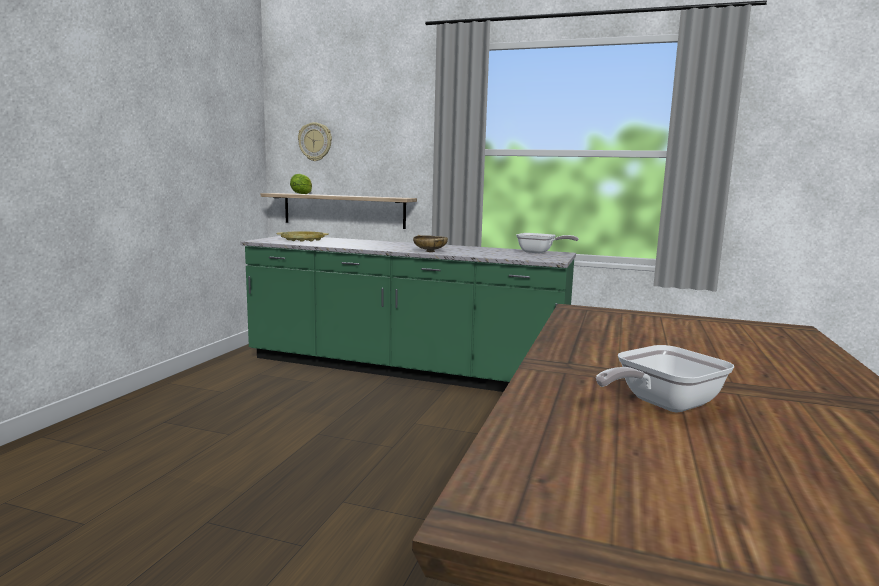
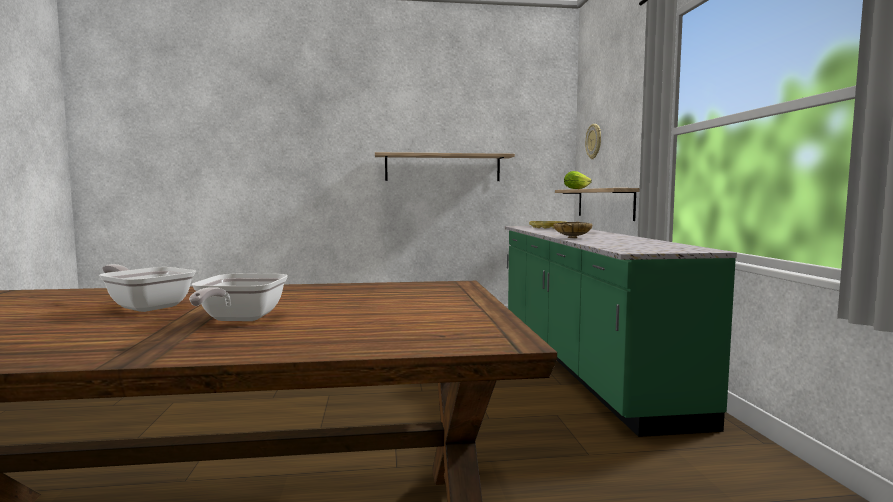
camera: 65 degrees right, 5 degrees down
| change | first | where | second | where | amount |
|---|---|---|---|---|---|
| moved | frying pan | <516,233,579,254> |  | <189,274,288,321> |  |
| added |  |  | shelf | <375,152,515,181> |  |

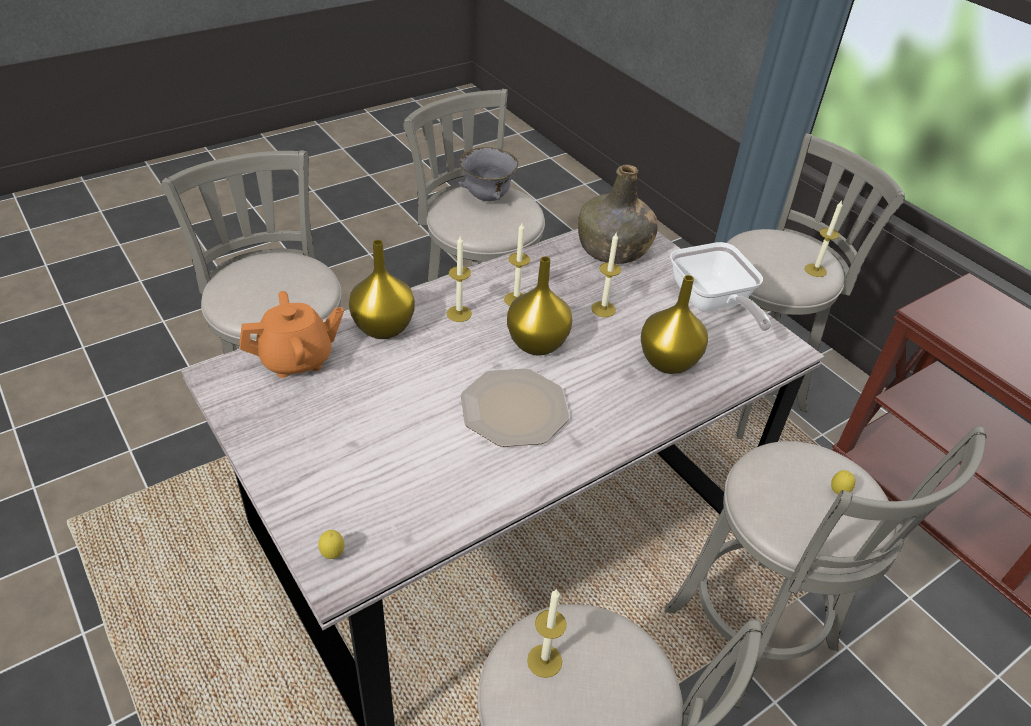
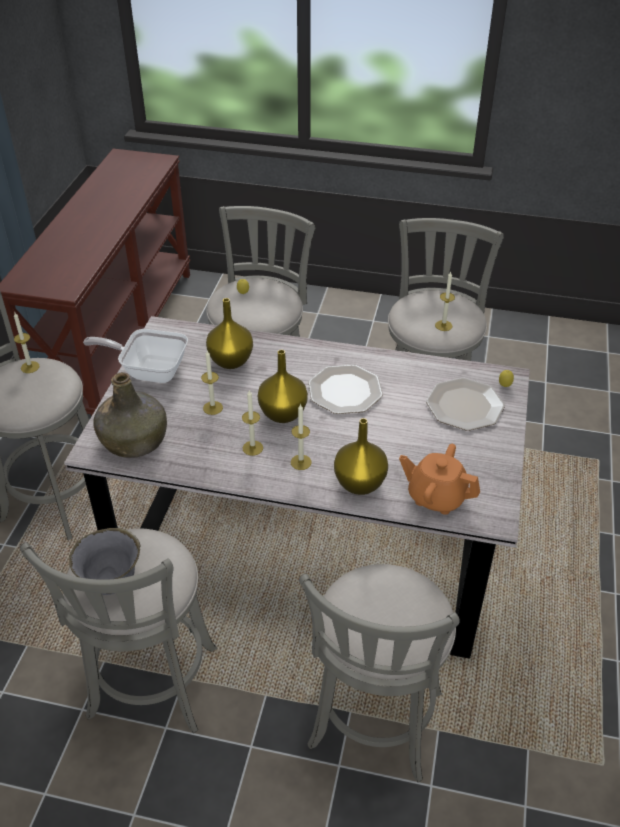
camera: 130 degrees left, 0 degrees up
| change | first | where | second | where | amount |
|---|---|---|---|---|---|
| turned | frying pan | <670,242,771,331> |  | <83,329,188,383> | 105 degrees counterclockwise |
| added |  |  | plate | <426,378,505,431> |  |

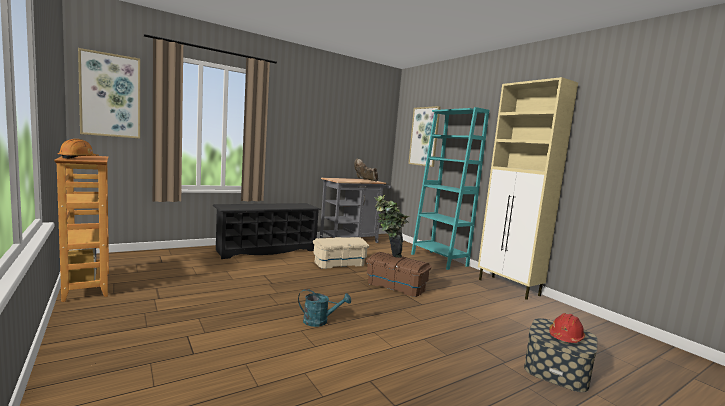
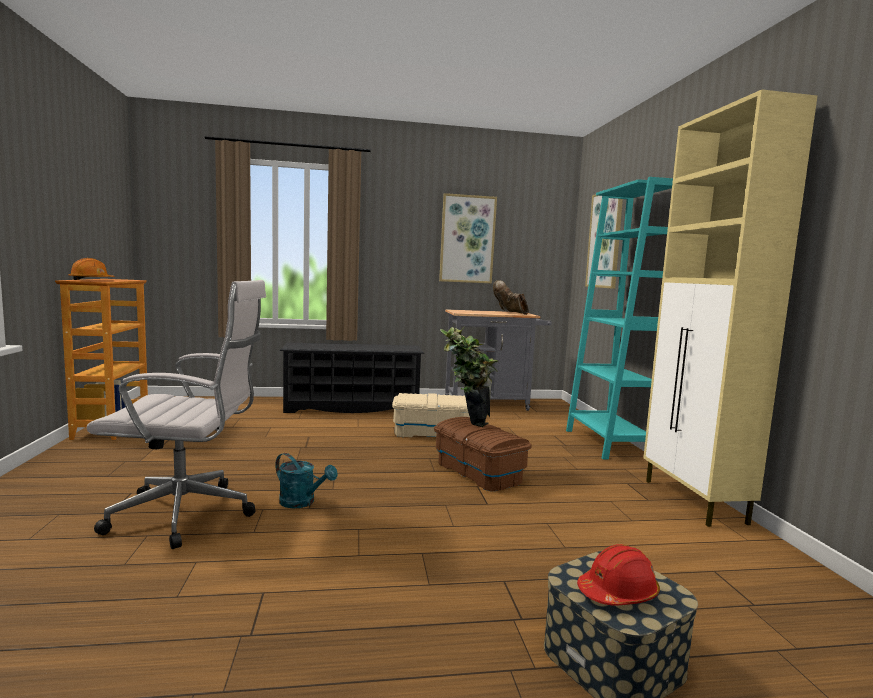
camera: 25 degrees right, 0 degrees up
| change | first | where | second | where | amount |
|---|---|---|---|---|---|
| moved | picture | <78,48,140,139> |  | <439,193,497,283> |  |
| added |  |  | office chair in white | <86,280,266,549> |  |

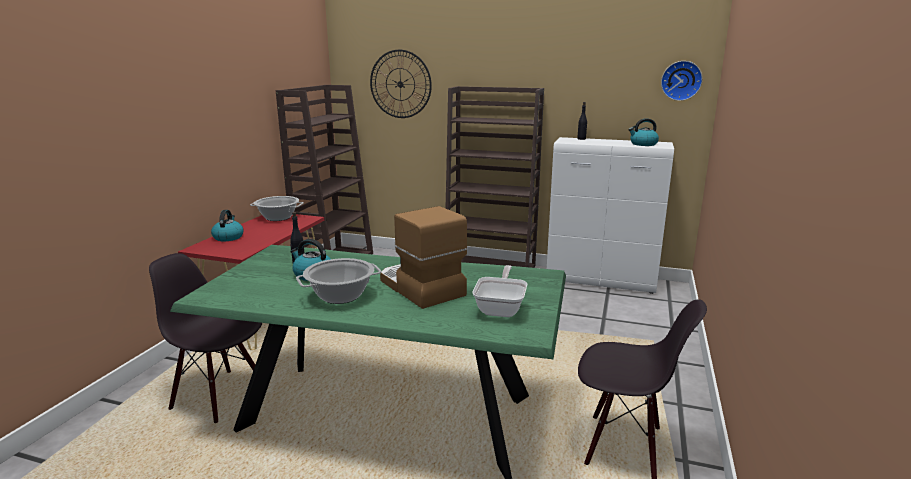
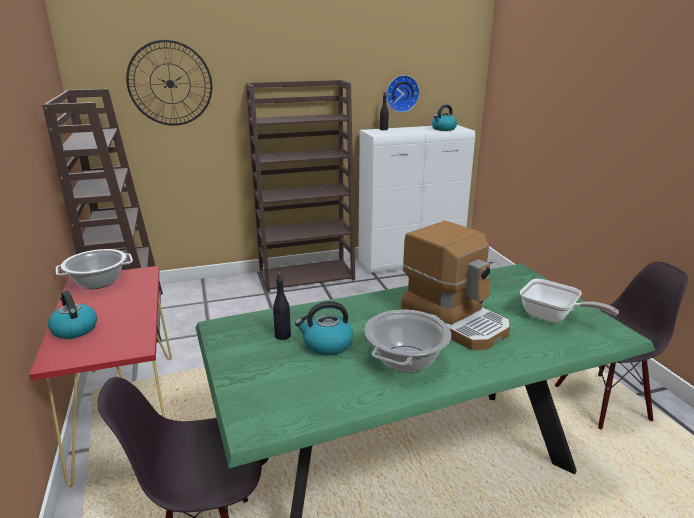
camera: 35 degrees left, 5 degrees up
| change | first | where | second | where | amount |
|---|---|---|---|---|---|
| moved | wall clock | <661,61,703,101> |  | <386,75,420,112> |  |
| turned | coffee machine | <380,206,467,309> |  | <401,221,510,350> | 150 degrees counterclockwise |
| turned | frying pan | <473,265,528,317> |  | <520,279,619,323> | 150 degrees clockwise |

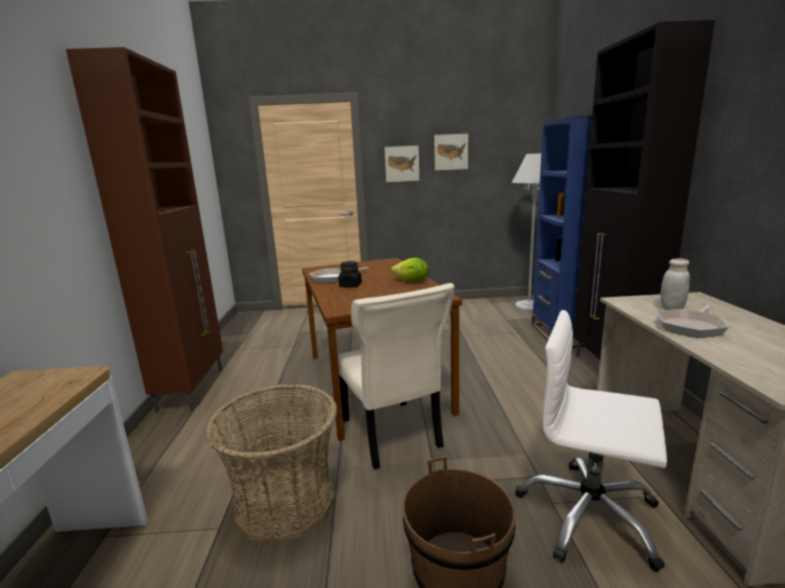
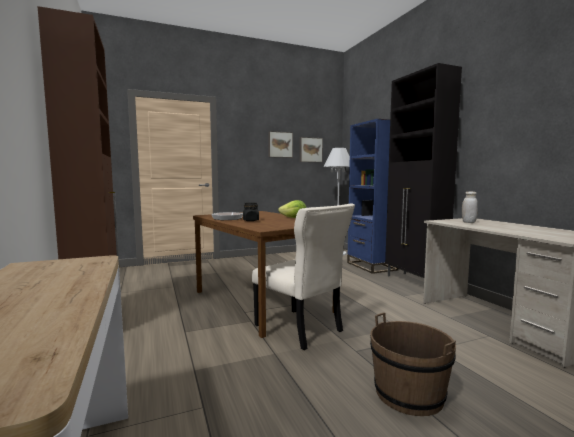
camera: 20 degrees left, 10 degrees down
| change | first | where | second | where | amount |
|---|---|---|---|---|---|
| moved | picture | <384,145,420,183> |  | <300,137,323,162> |  |
| removed | frying pan | <656,304,729,338> |  |  |  |
| removed | office chair in white | <515,310,667,572> |  |  |  |
| removed | basket | <205,384,337,544> |  |  |  |

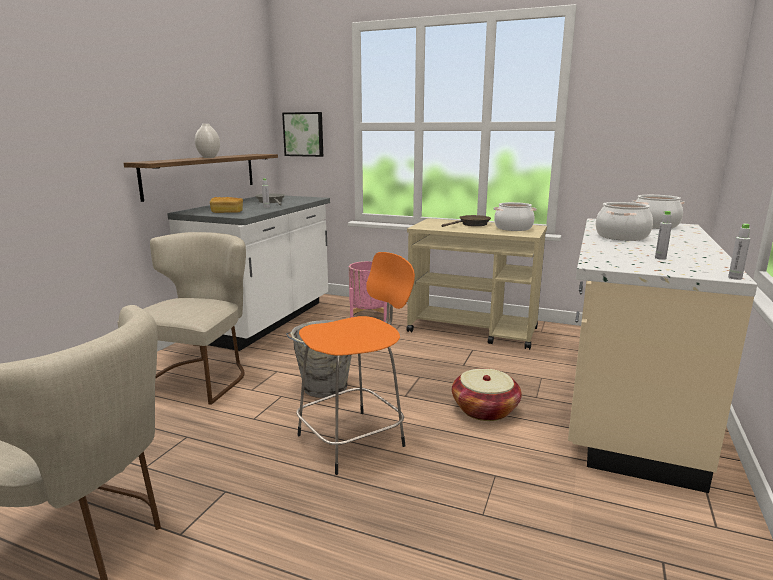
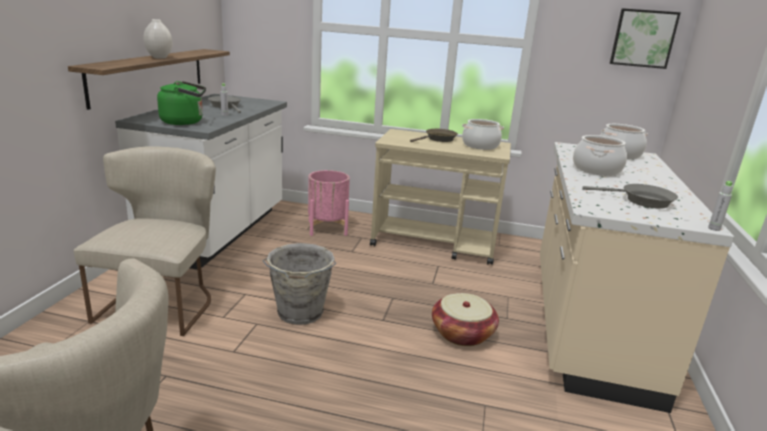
camera: 10 degrees left, 5 degrees up
| change | first | where | second | where | amount |
|---|---|---|---|---|---|
| moved | picture | <282,112,323,157> |  | <610,8,681,69> |  |
| replaced | bread | <210,197,243,213> | kettle in green | <157,81,206,125> |  |
| replaced | bottle in grey | <655,211,672,260> | frying pan in grey | <582,184,678,209> |  |
| removed | stool in orange | <296,252,415,475> |  |  |  |

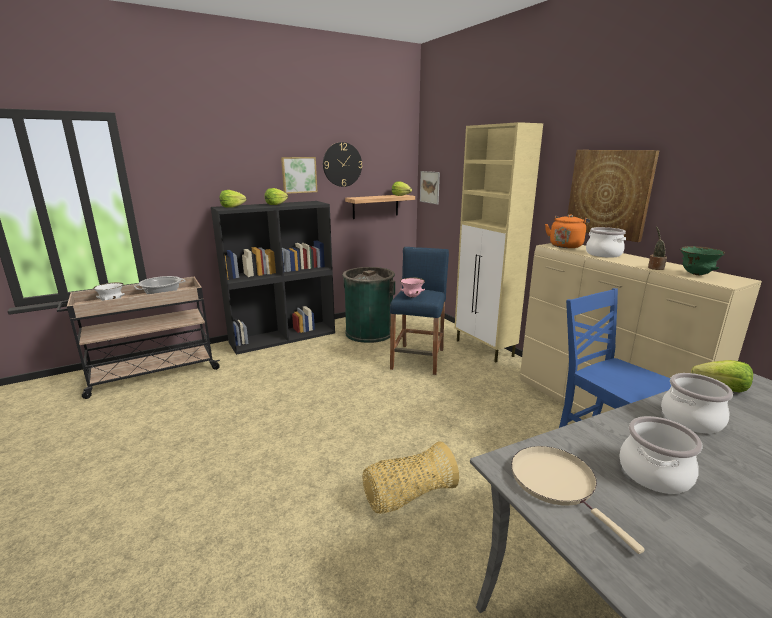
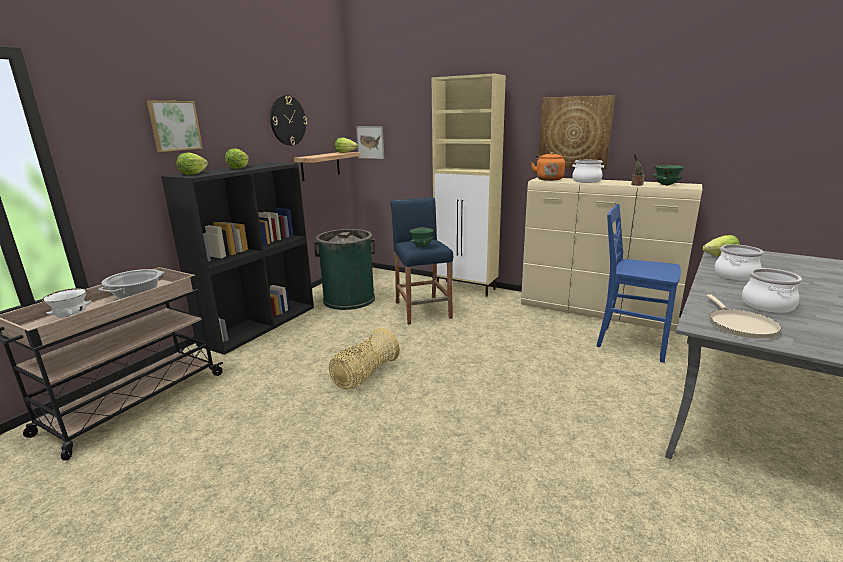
camera: 30 degrees left, 0 degrees up
| change | first | where | second | where | amount |
|---|---|---|---|---|---|
| moved | picture | <281,157,317,194> |  | <147,101,203,152> |  |
| recoloured | bowl in pink | <400,277,425,298> | bowl in green | <409,228,434,247> |  |
| moved | basket | <363,441,459,514> |  | <329,328,400,389> |  |
| turned | frying pan in beige | <511,446,645,554> |  | <706,294,782,339> | 120 degrees counterclockwise |

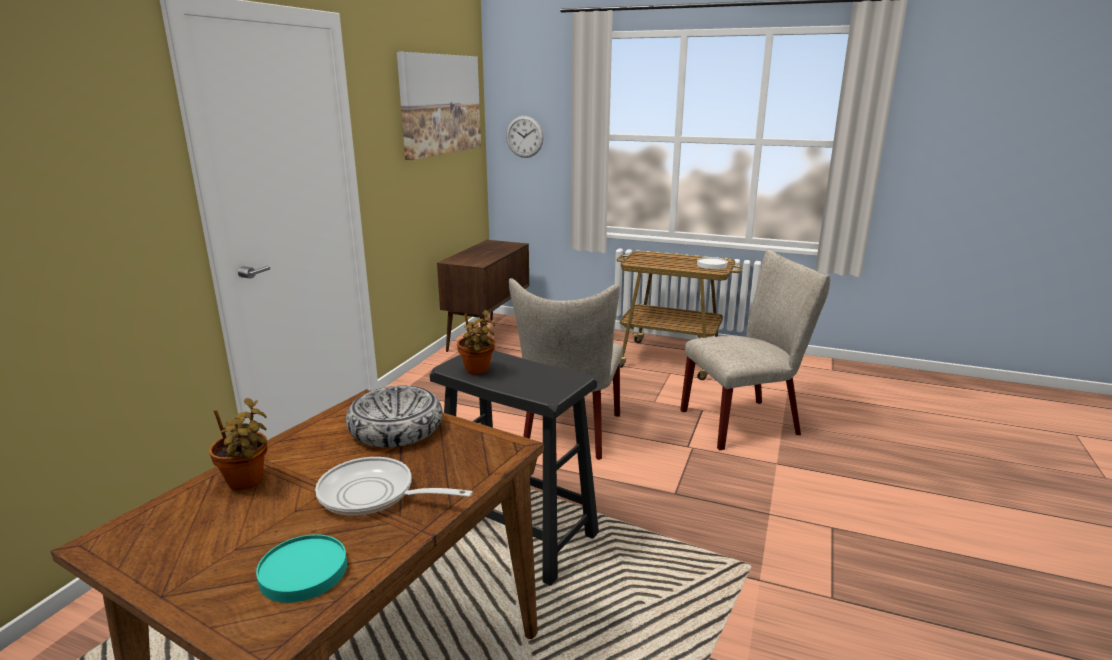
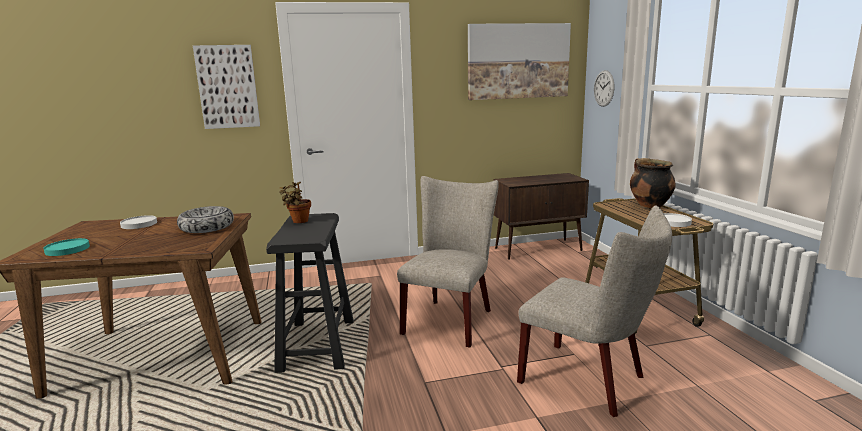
camera: 55 degrees right, 5 degrees down
| change | first | where | second | where | amount |
|---|---|---|---|---|---|
| turned | chair in beige | <509,278,623,460> |  | <397,176,499,348> | 135 degrees clockwise |
| replaced | potted plant | <209,398,267,490> | plate in white | <120,215,157,229> |  |
| removed | frying pan | <315,457,473,515> |  |  |  |
| added |  |  | picture | <193,45,260,129> |  |
| added |  |  | cooking pot | <630,158,675,208> |  |

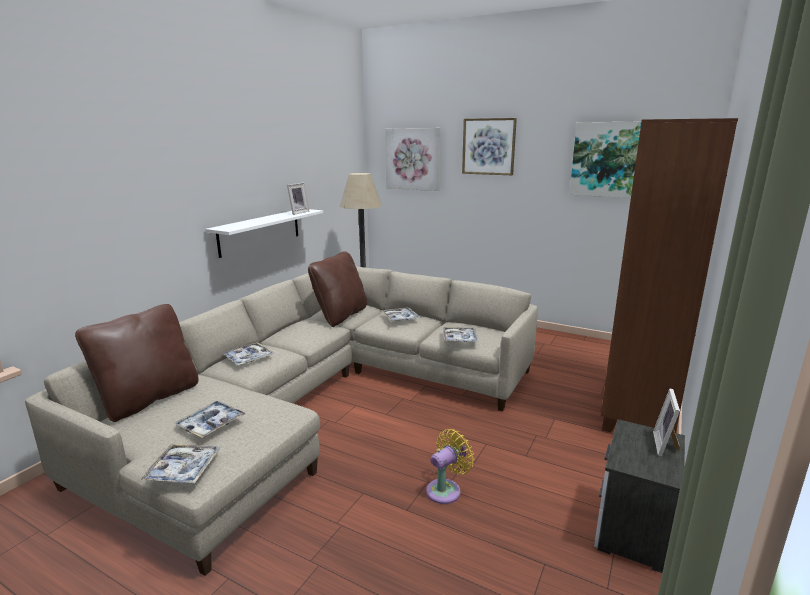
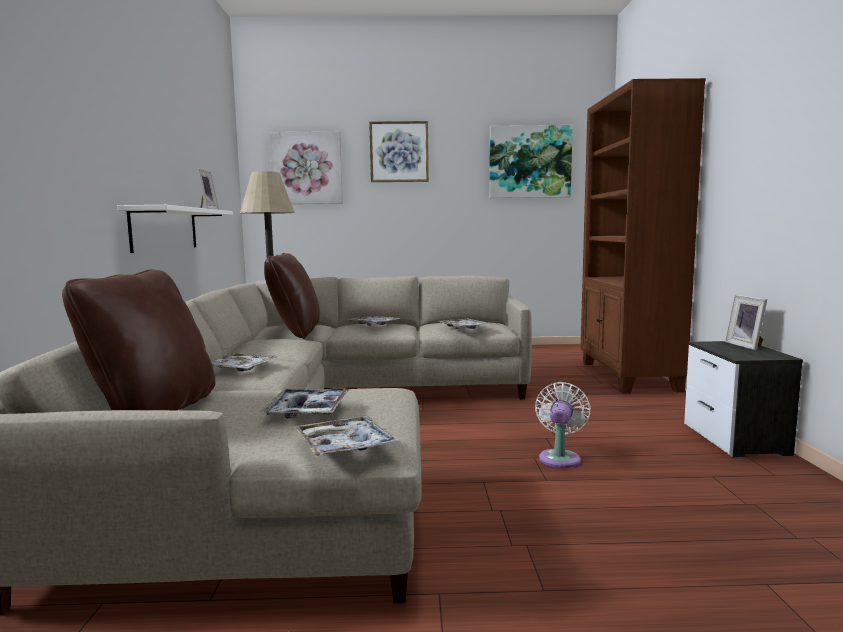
camera: 30 degrees left, 10 degrees down
| change | first | where | second | where | amount |
|---|---|---|---|---|---|
| recoloured | fan in yellow | <426,429,474,504> | fan in white | <535,382,591,468> |  |

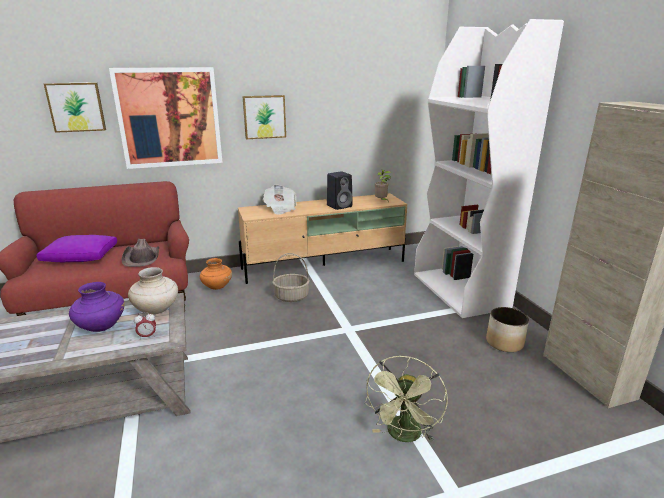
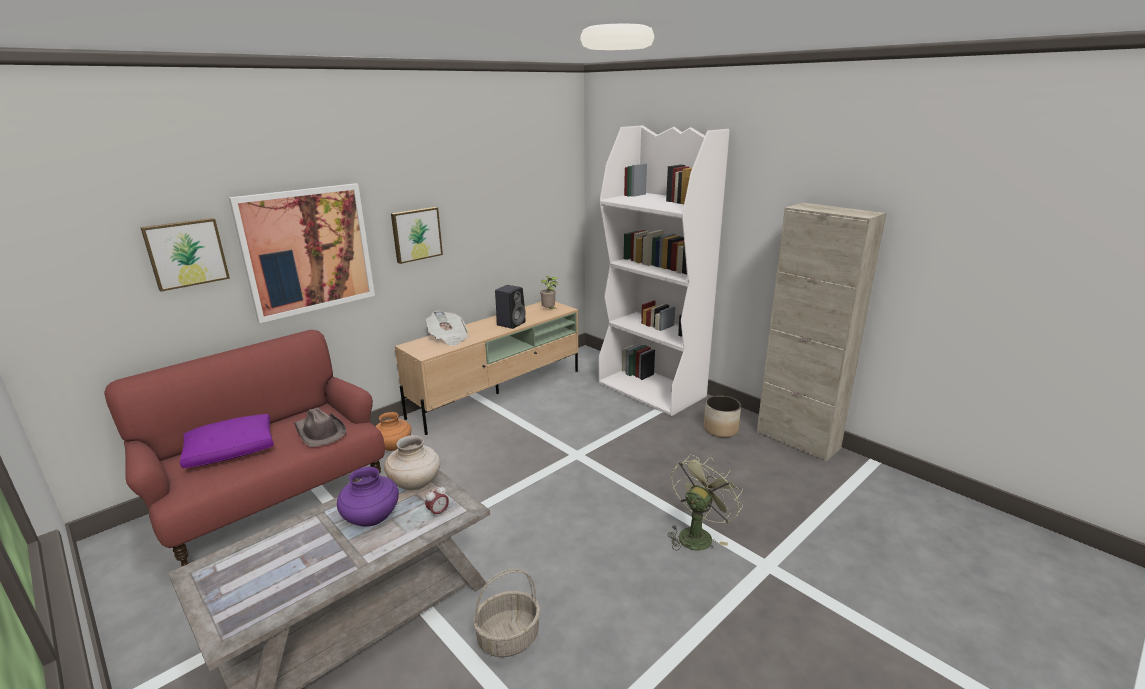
camera: 25 degrees left, 0 degrees up
| change | first | where | second | where | amount |
|---|---|---|---|---|---|
| moved | basket | <272,253,310,302> |  | <473,569,540,657> |  |
| turned | fan in green | <364,356,448,442> |  | <667,454,743,551> | 135 degrees counterclockwise |

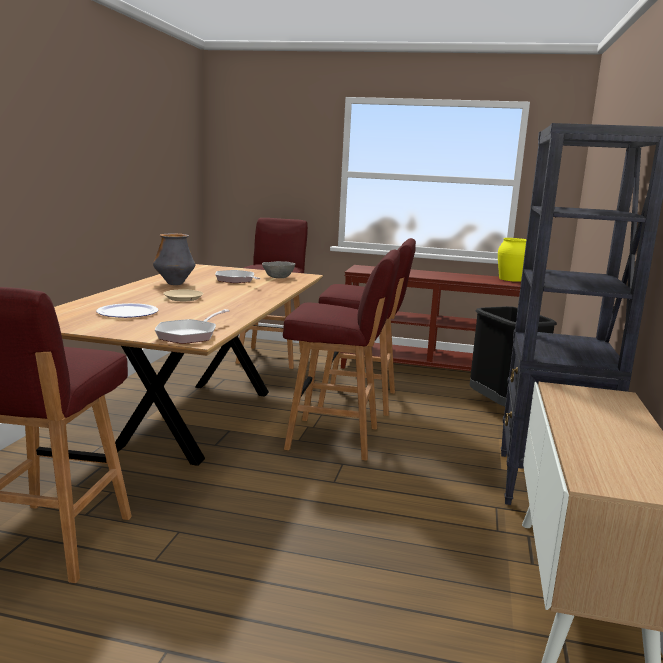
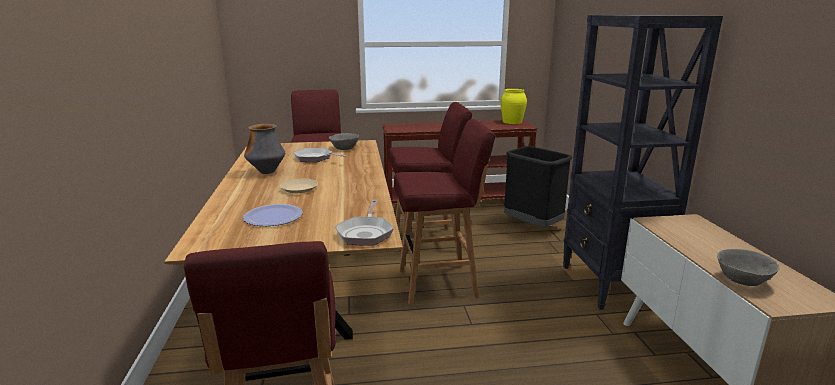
camera: 20 degrees left, 5 degrees up
| change | first | where | second | where | amount |
|---|---|---|---|---|---|
| added |  |  | bowl in grey | <717,249,779,286> |  |

